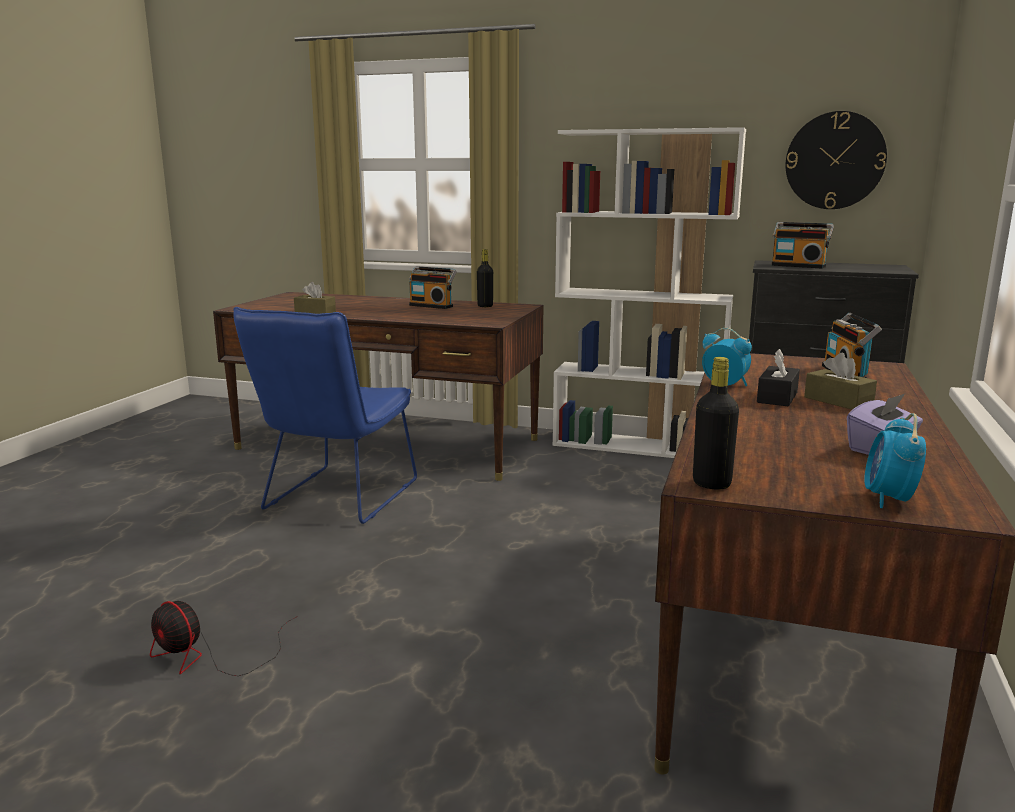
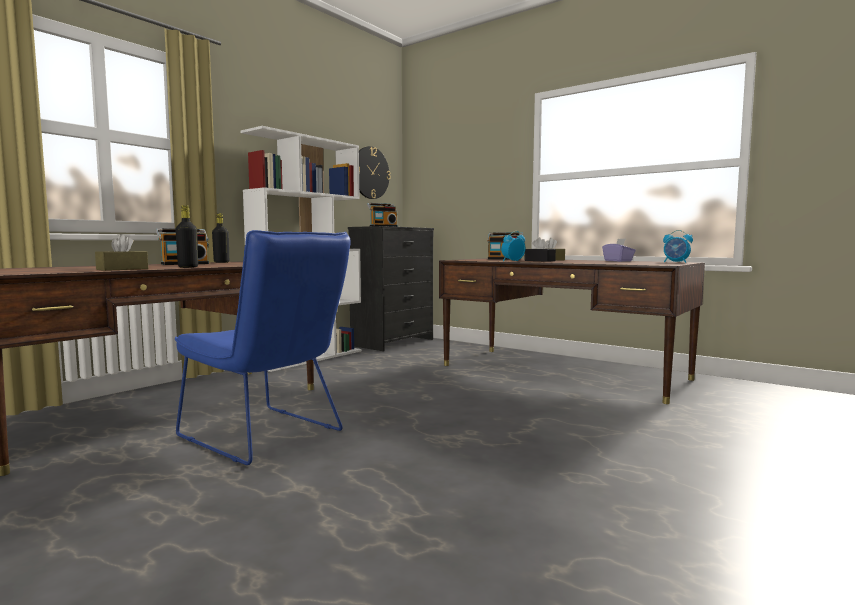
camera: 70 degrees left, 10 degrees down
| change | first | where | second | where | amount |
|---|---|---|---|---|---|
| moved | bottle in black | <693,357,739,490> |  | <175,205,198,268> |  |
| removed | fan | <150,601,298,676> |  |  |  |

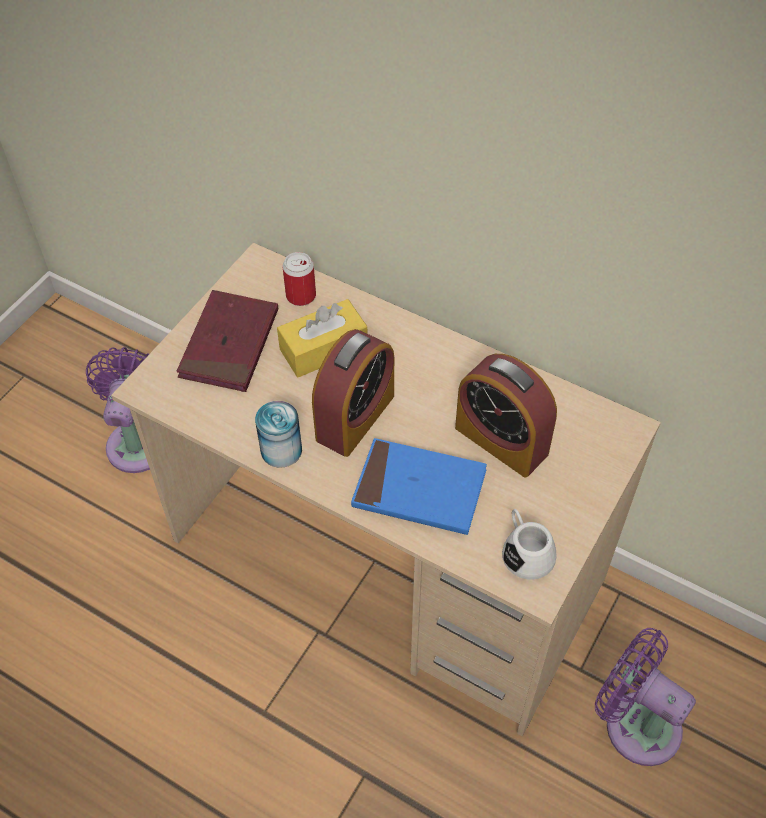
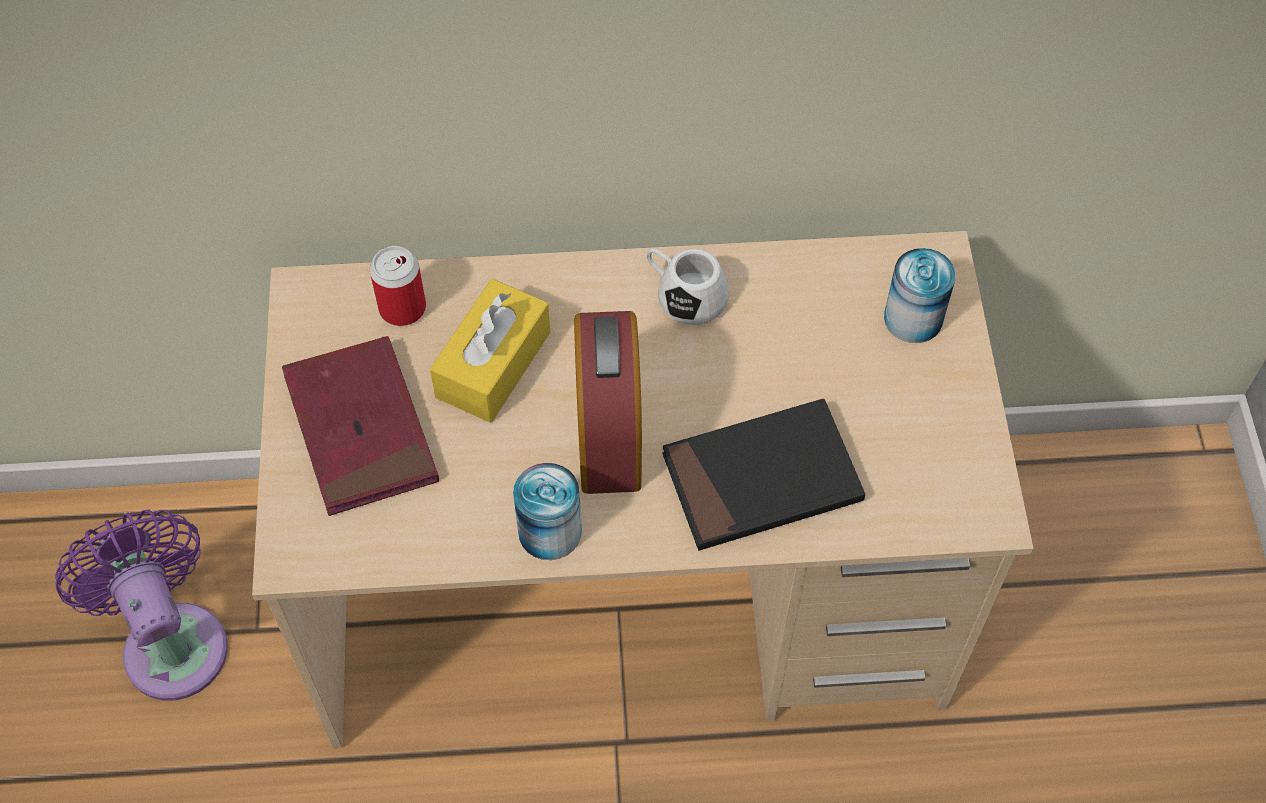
camera: 35 degrees left, 5 degrees up
| change | first | where | second | where | amount |
|---|---|---|---|---|---|
| removed | alarm clock | <455,354,557,477> |  |  |  |
| recoloured | book in blue | <351,438,487,535> | book in black | <662,399,865,550> |  |
| moved | mug in white | <502,509,557,579> |  | <647,248,729,325> |  |
| removed | fan in purple | <595,628,696,766> |  |  |  |
| added |  |  | can | <884,248,956,343> |  |

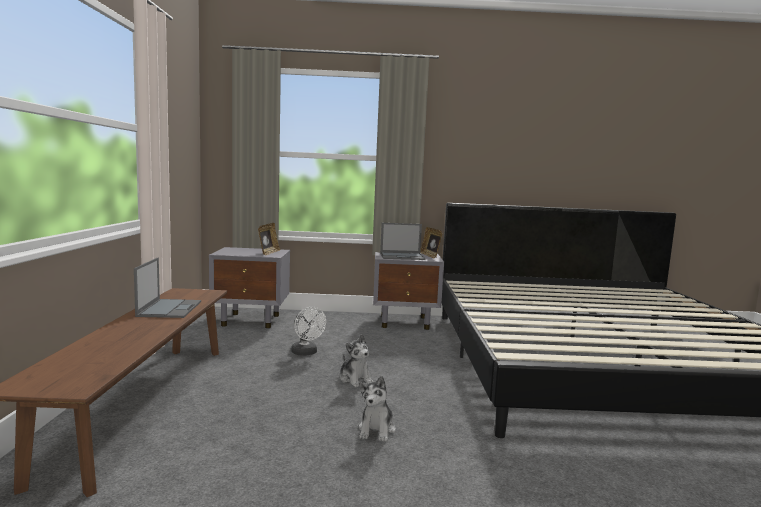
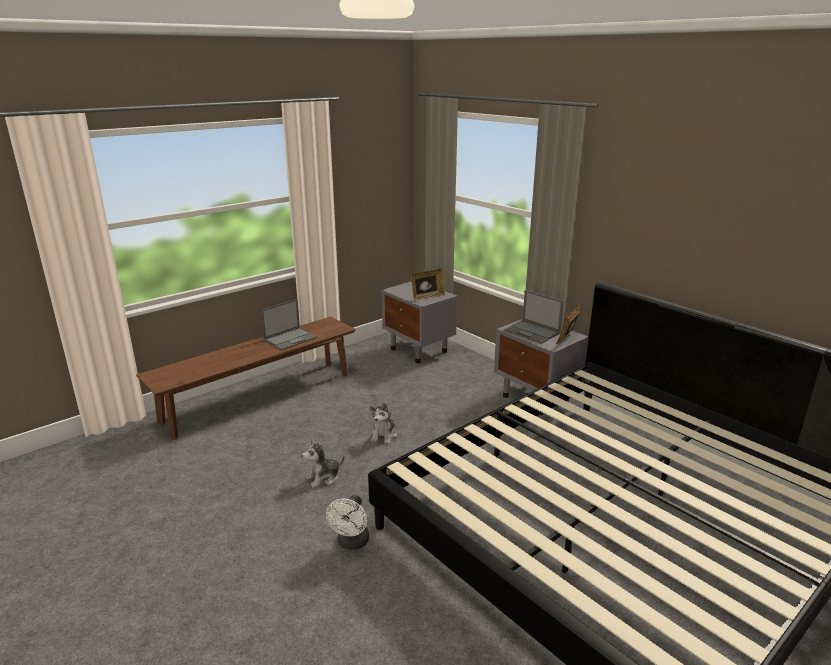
camera: 50 degrees right, 15 degrees up
| change | first | where | second | where | amount |
|---|---|---|---|---|---|
| moved | fan in white | <291,307,326,356> |  | <326,495,369,550> |  |

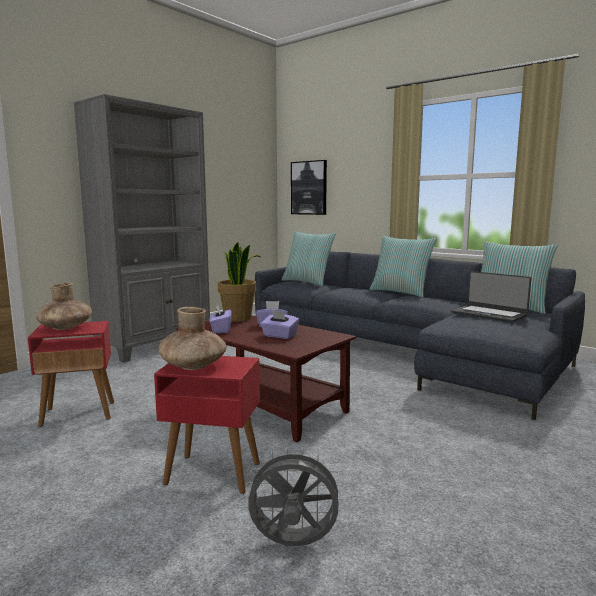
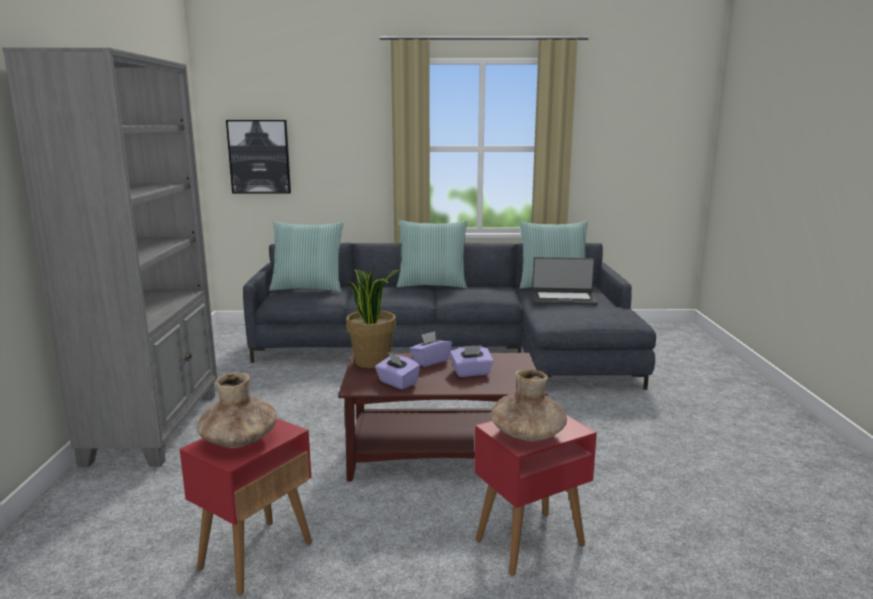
camera: 40 degrees left, 5 degrees up
| change | first | where | second | where | amount |
|---|---|---|---|---|---|
| removed | fan in grey | <245,447,344,546> |  |  |  |

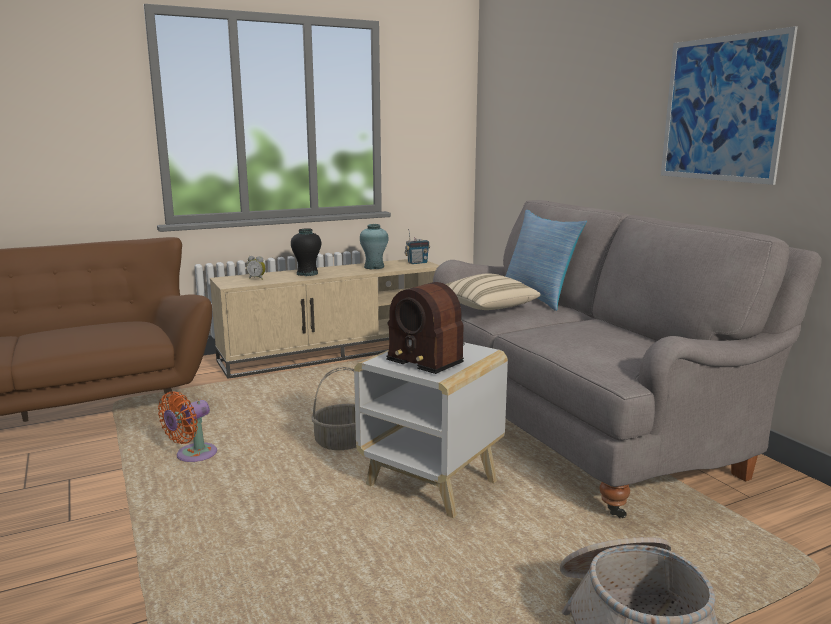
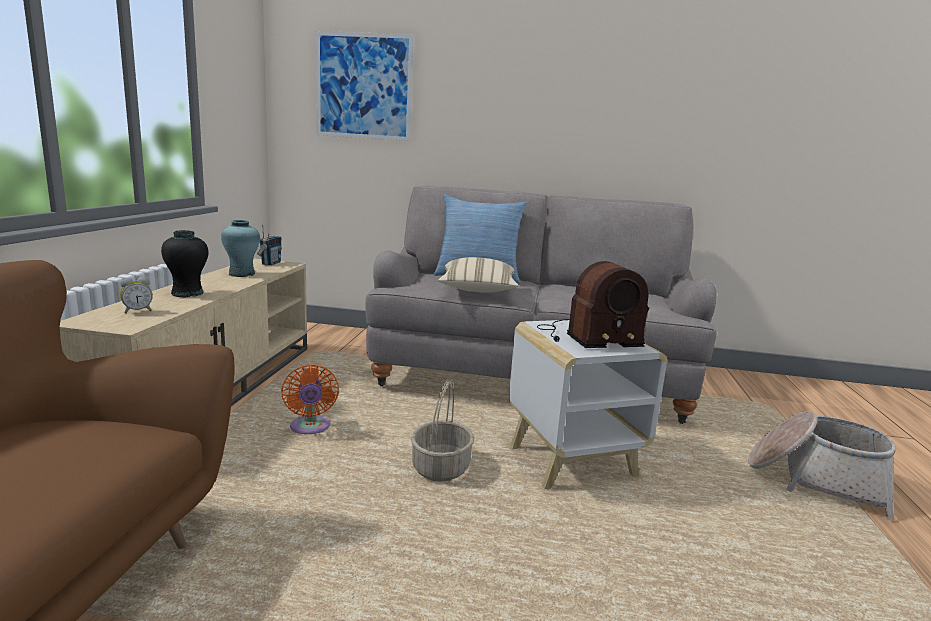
camera: 55 degrees left, 0 degrees up
| change | first | where | second | where | amount |
|---|---|---|---|---|---|
| moved | picture | <661,26,798,185> |  | <316,31,414,141> |  |
| moved | fan in orange | <158,391,217,462> |  | <281,364,339,434> |  |

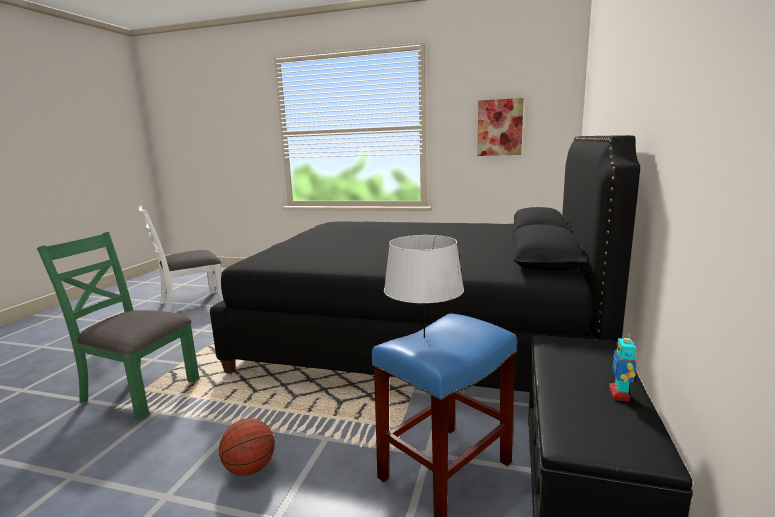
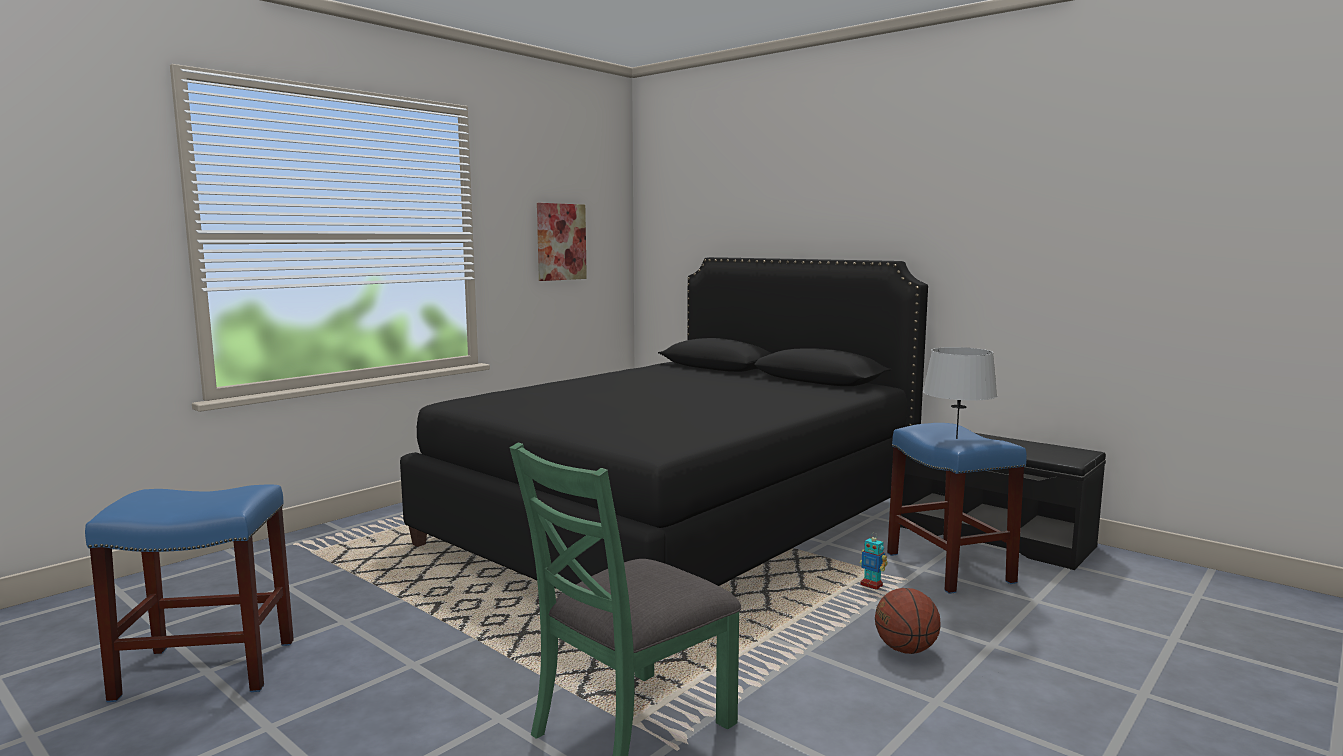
camera: 65 degrees left, 5 degrees down
| change | first | where | second | where | amount |
|---|---|---|---|---|---|
| replaced | chair in white | <138,205,224,312> | stool in blue | <85,485,294,702> |  |
| moved | toy robot | <609,334,636,402> |  | <860,532,888,590> |  |

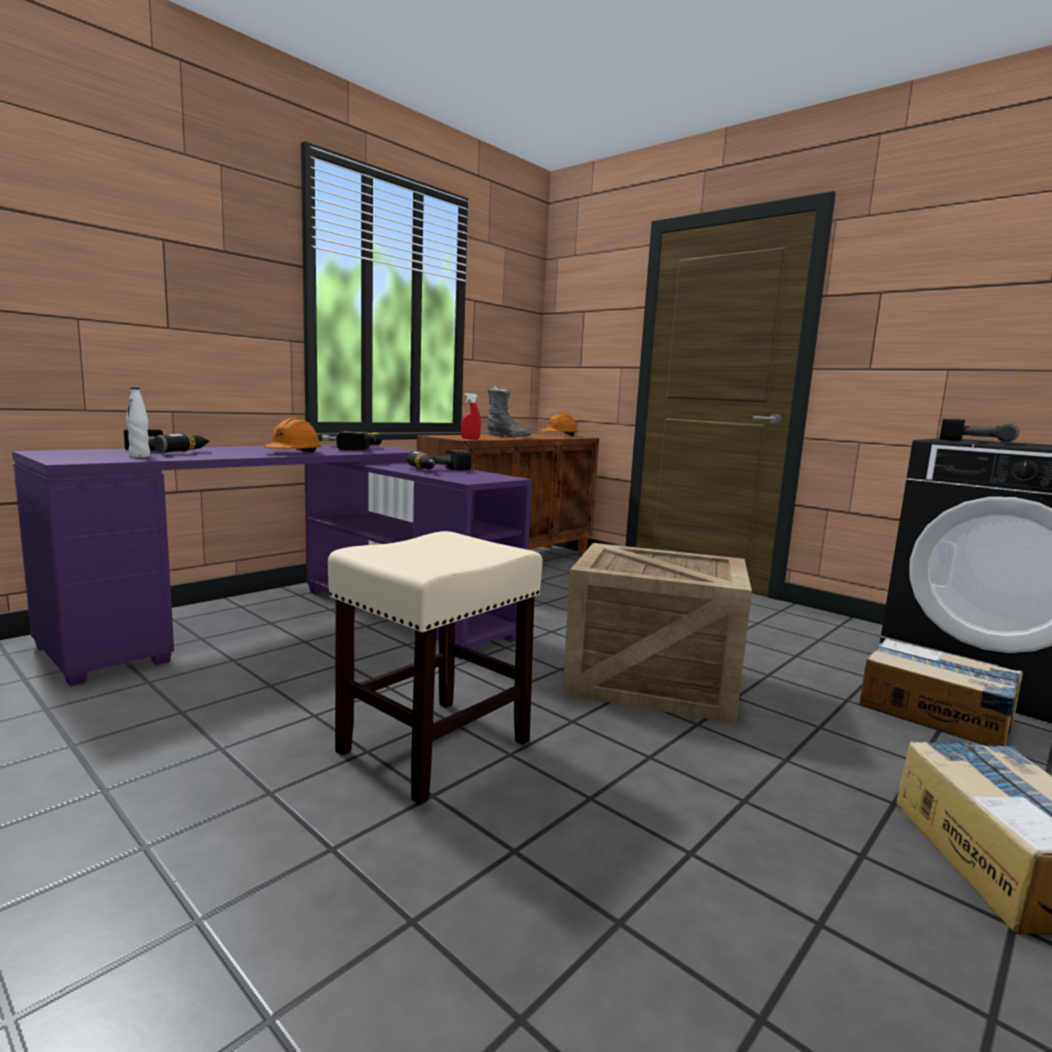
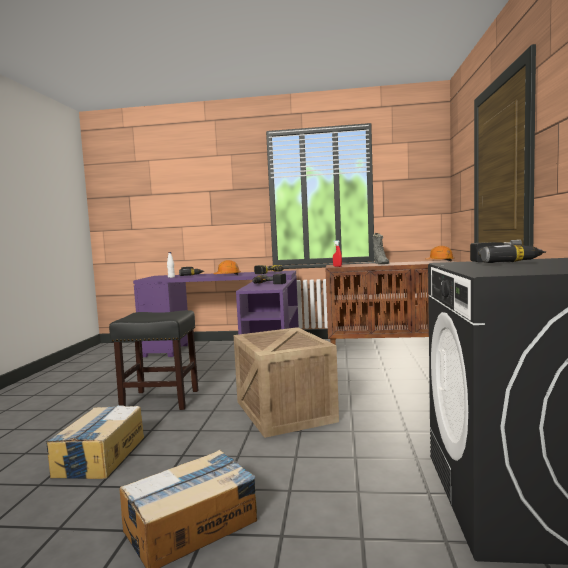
camera: 55 degrees right, 5 degrees down
| change | first | where | second | where | amount |
|---|---|---|---|---|---|
| recoloured | stool in beige | <328,531,543,805> | stool in black | <109,310,198,410> |  |
| moved | cardboard box | <859,639,1023,746> |  | <45,405,144,479> |  |

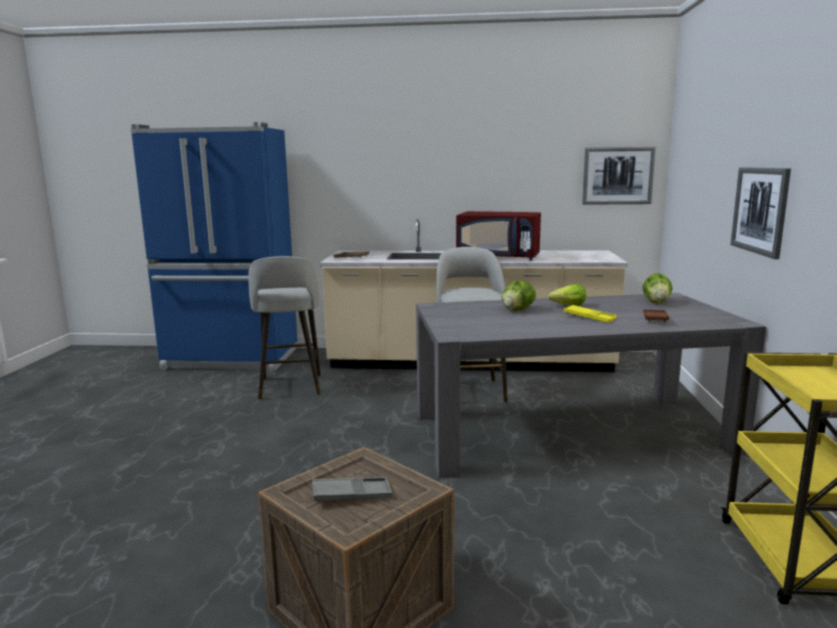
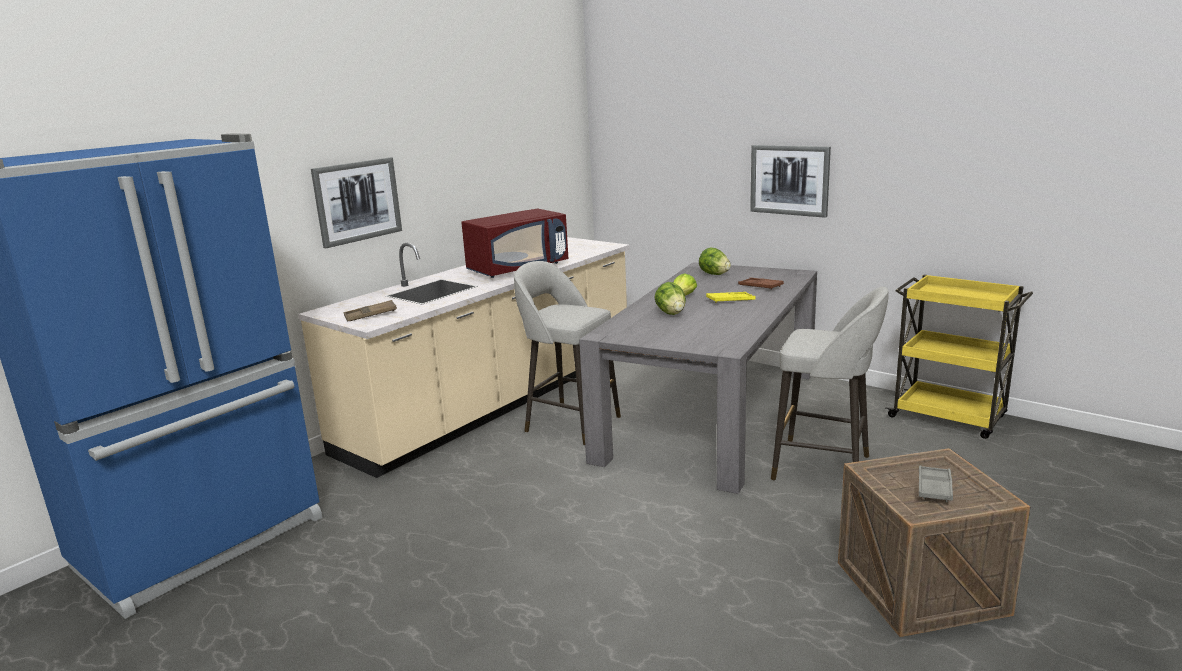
camera: 55 degrees left, 5 degrees up
| change | first | where | second | where | amount |
|---|---|---|---|---|---|
| moved | picture | <582,147,656,205> |  | <311,157,402,248> |  |
| moved | stool in grey | <248,256,321,400> |  | <771,286,889,480> |  |

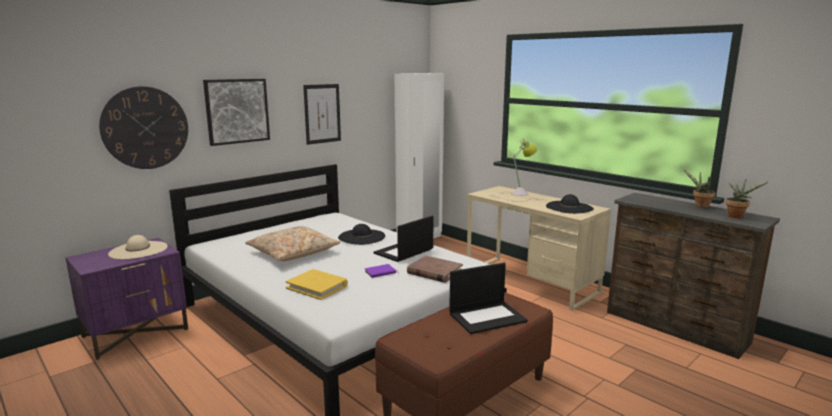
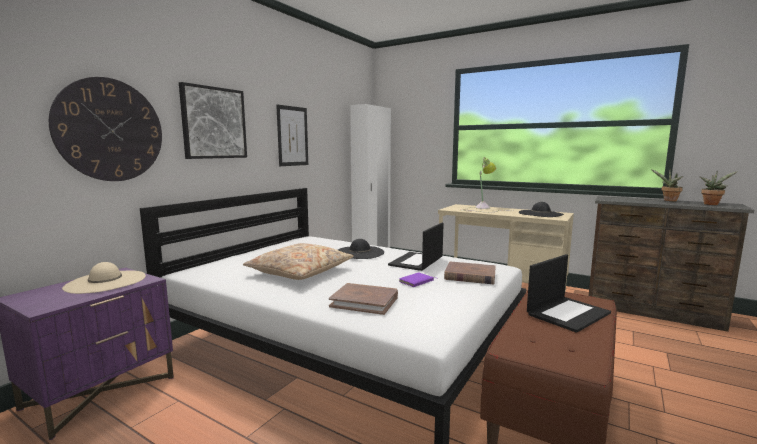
camera: 15 degrees left, 5 degrees down
| change | first | where | second | where | amount |
|---|---|---|---|---|---|
| recoloured | book in yellow | <285,269,348,300> | book in brown | <329,283,398,315> |  |

